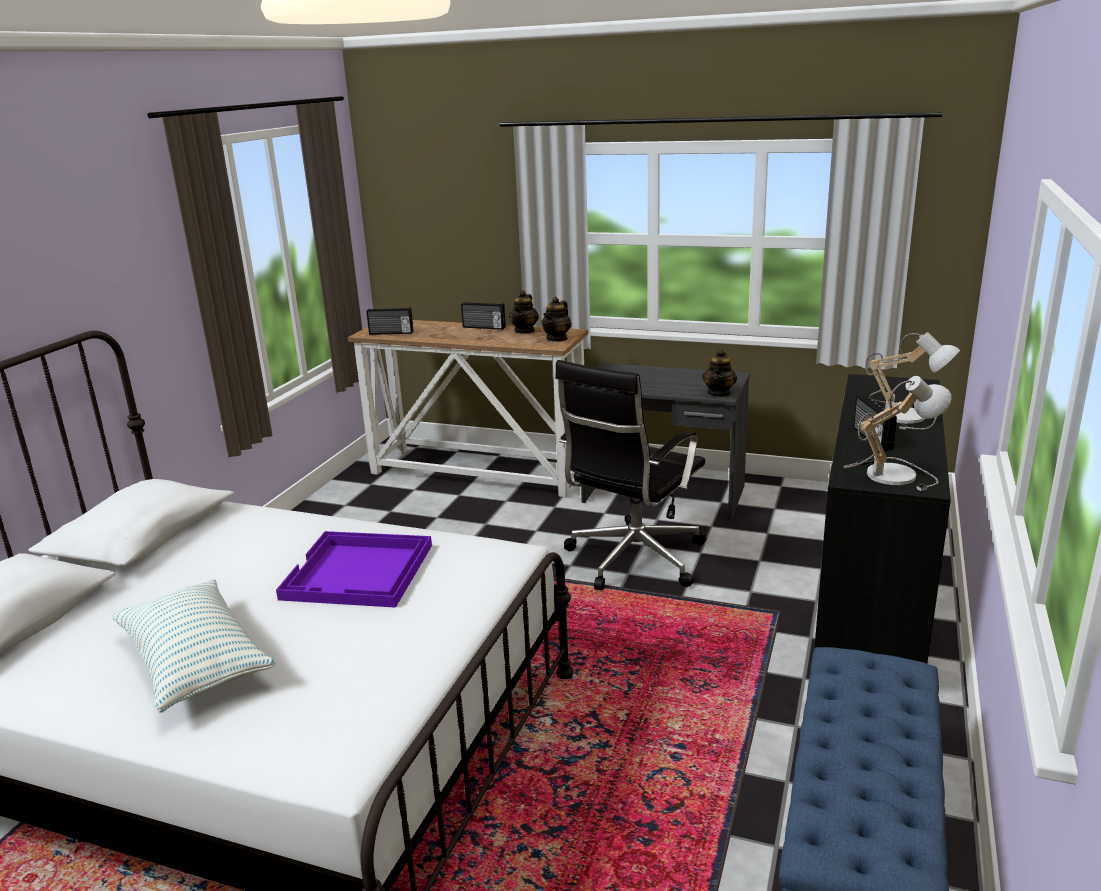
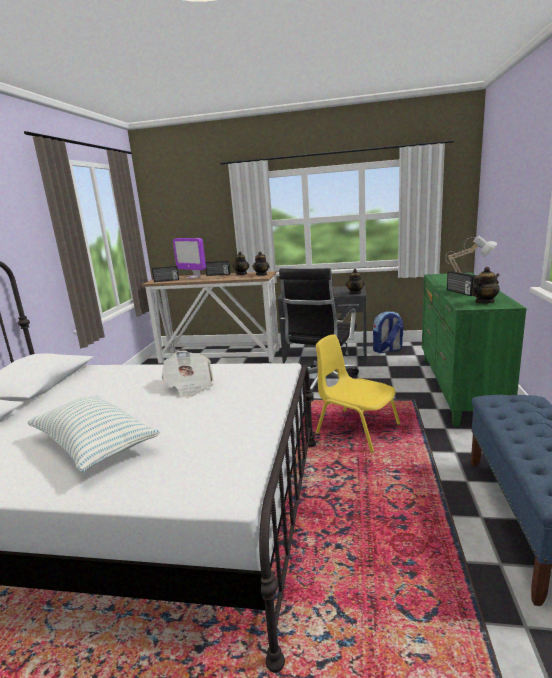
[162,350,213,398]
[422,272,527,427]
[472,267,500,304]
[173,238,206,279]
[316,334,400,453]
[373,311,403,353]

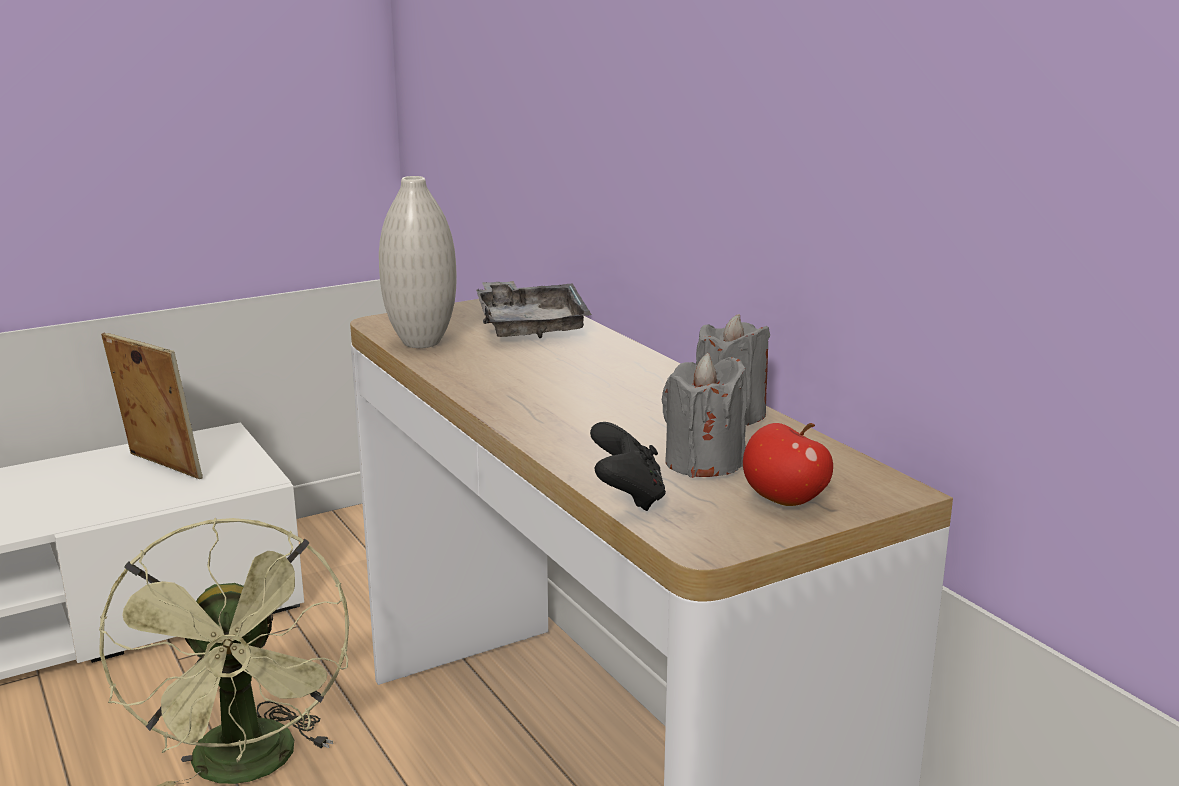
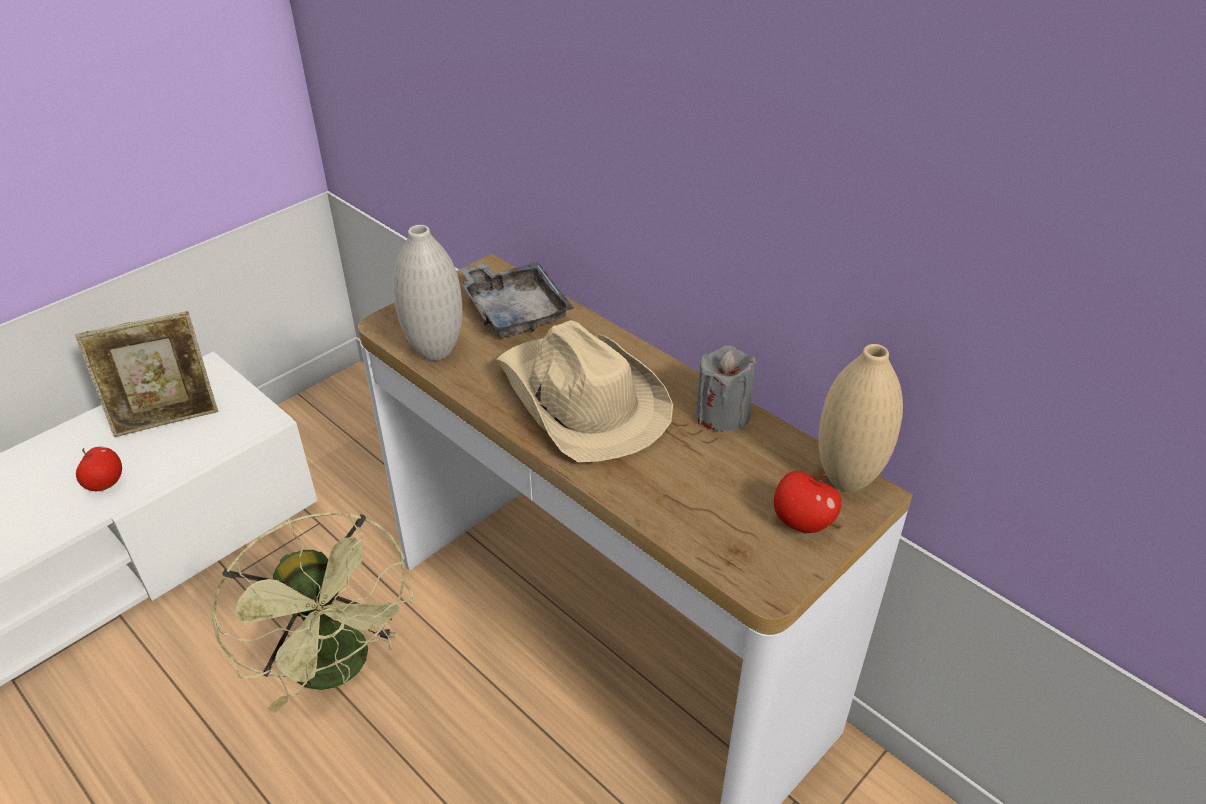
[75,311,219,437]
[590,422,666,511] (first image)
[662,353,747,478] (first image)
[76,447,122,491]
[496,320,673,462]
[818,344,903,492]

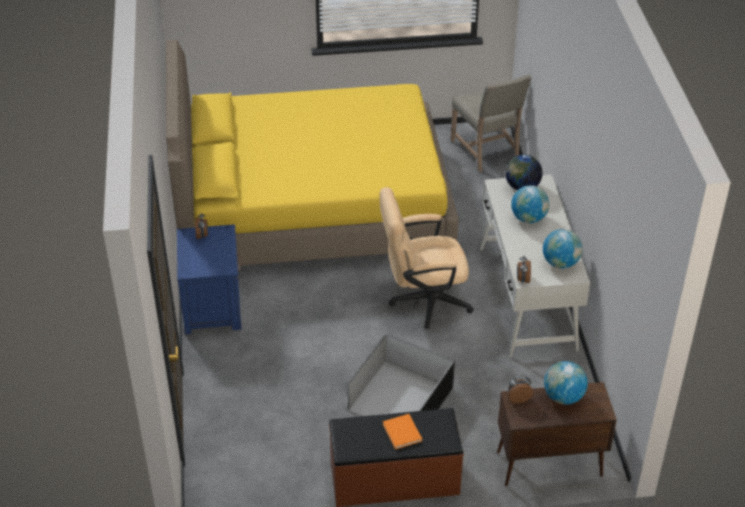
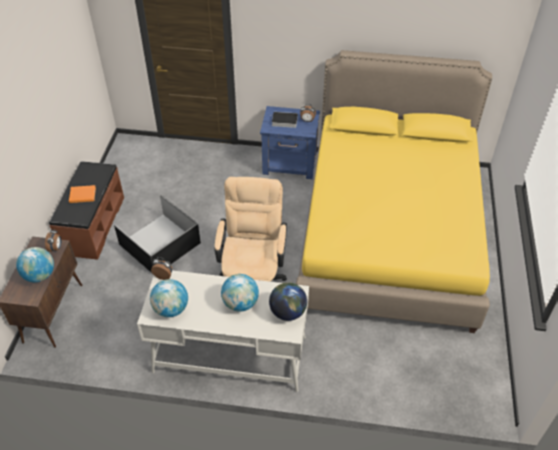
[451,75,531,172] (first image)
[272,112,298,128]

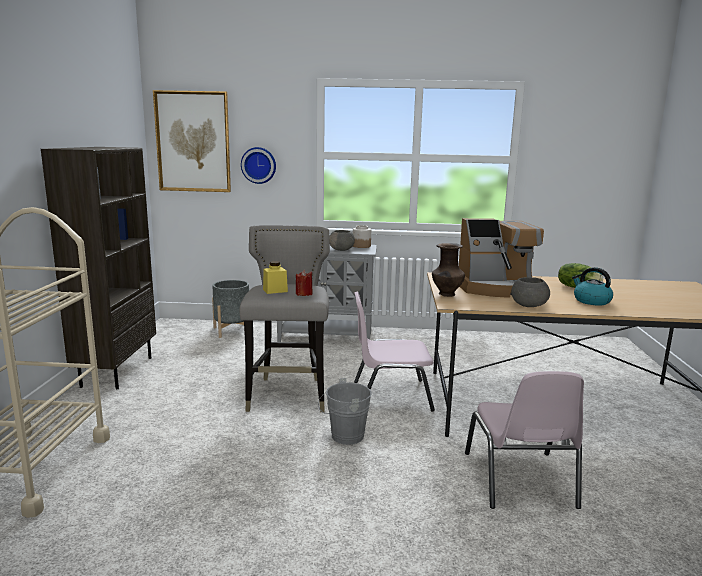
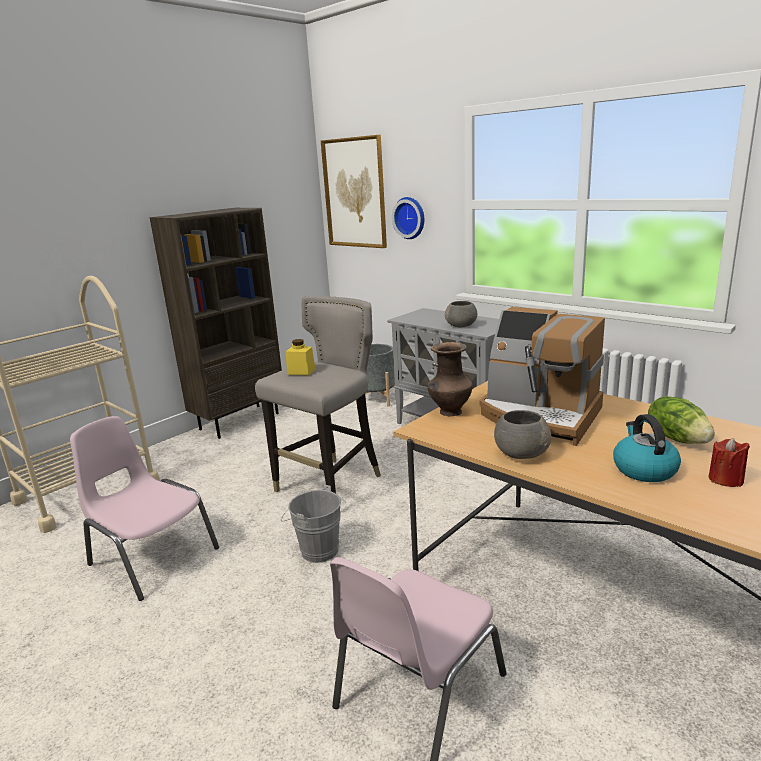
[708,438,750,487]
[353,225,371,248] (first image)
[70,416,219,601]

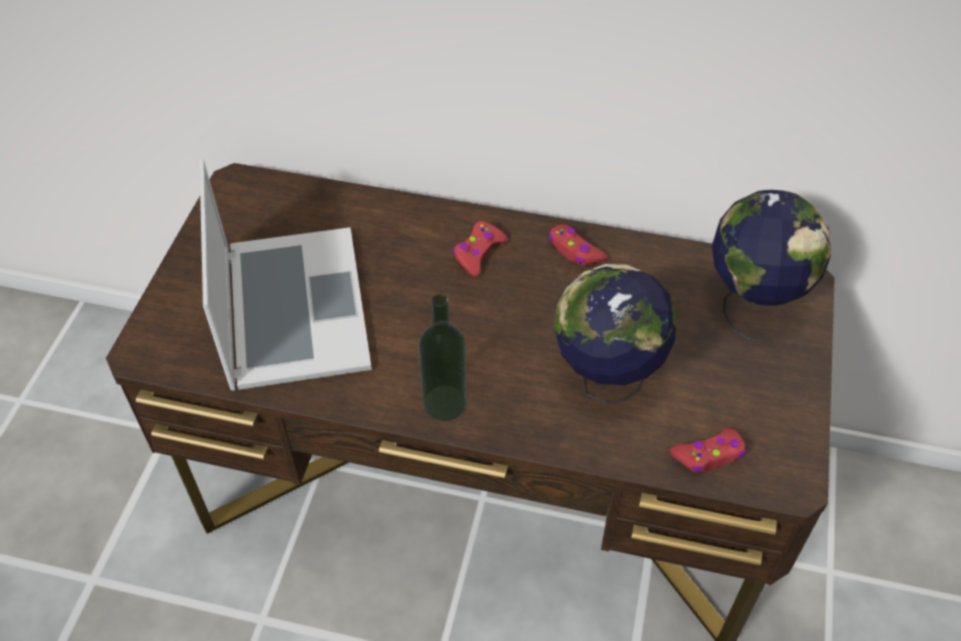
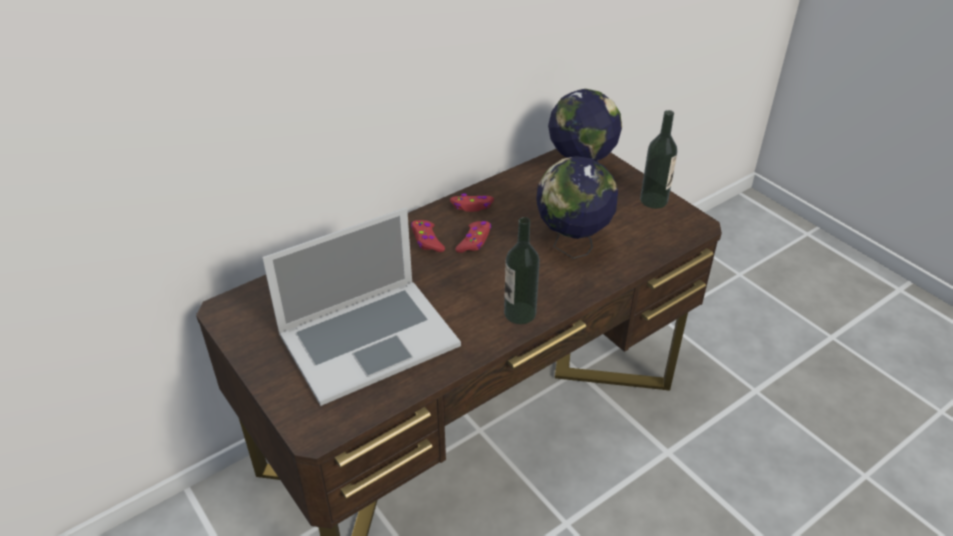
[262,208,461,406]
[455,221,491,253]
[640,110,677,209]

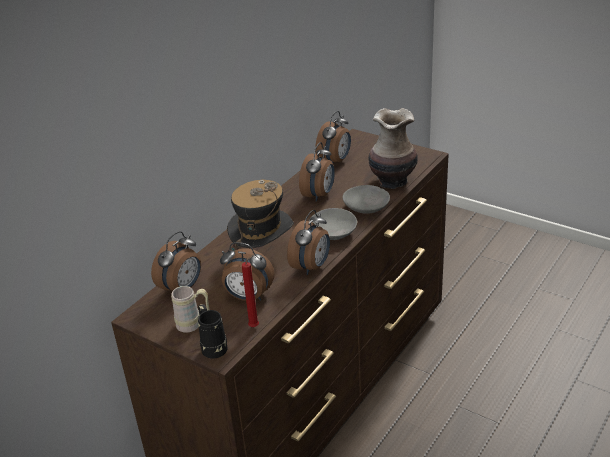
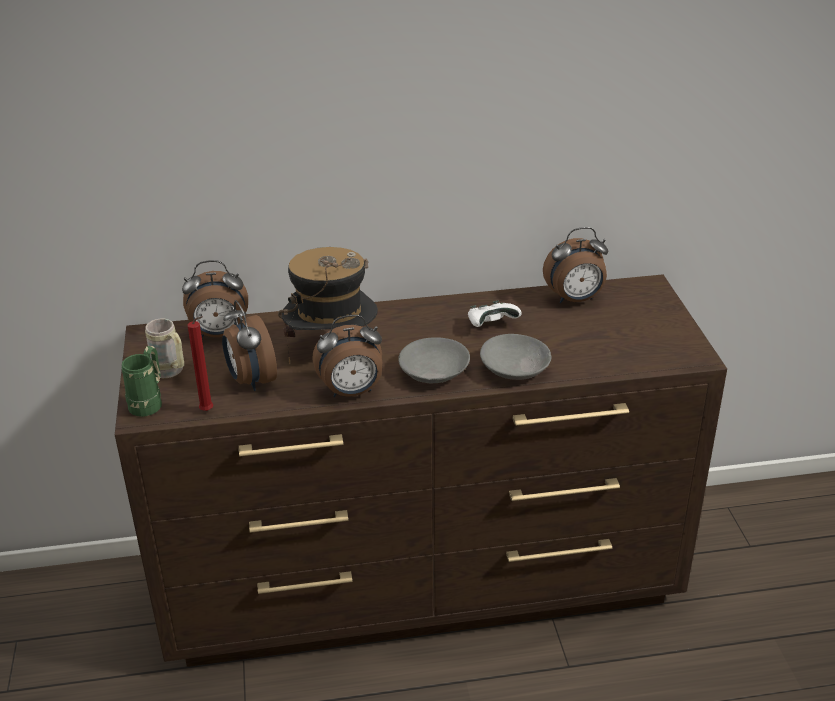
[122,346,162,417]
[468,301,522,327]
[368,108,418,189] (first image)

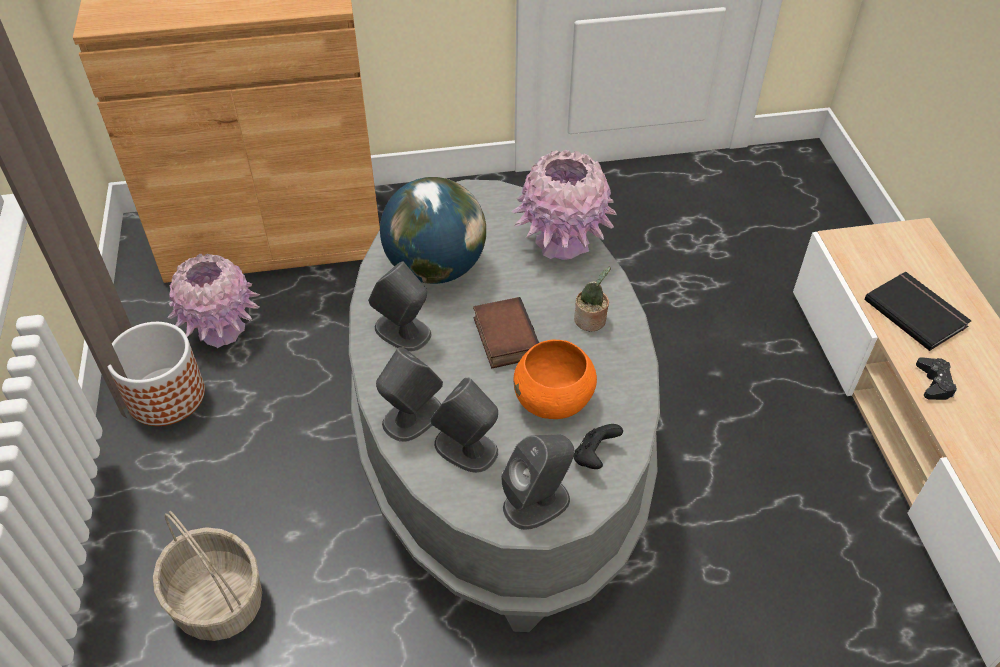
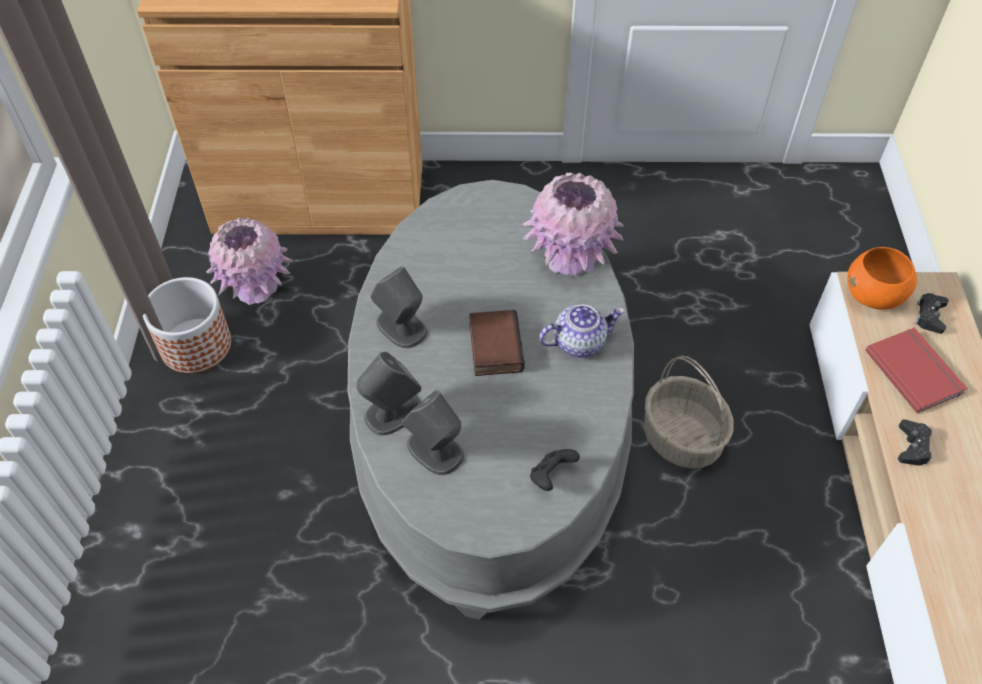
[644,356,734,468]
[380,177,486,284] (first image)
[501,435,574,530] (first image)
[847,247,917,310]
[539,304,625,358]
[866,328,968,413]
[915,293,949,334]

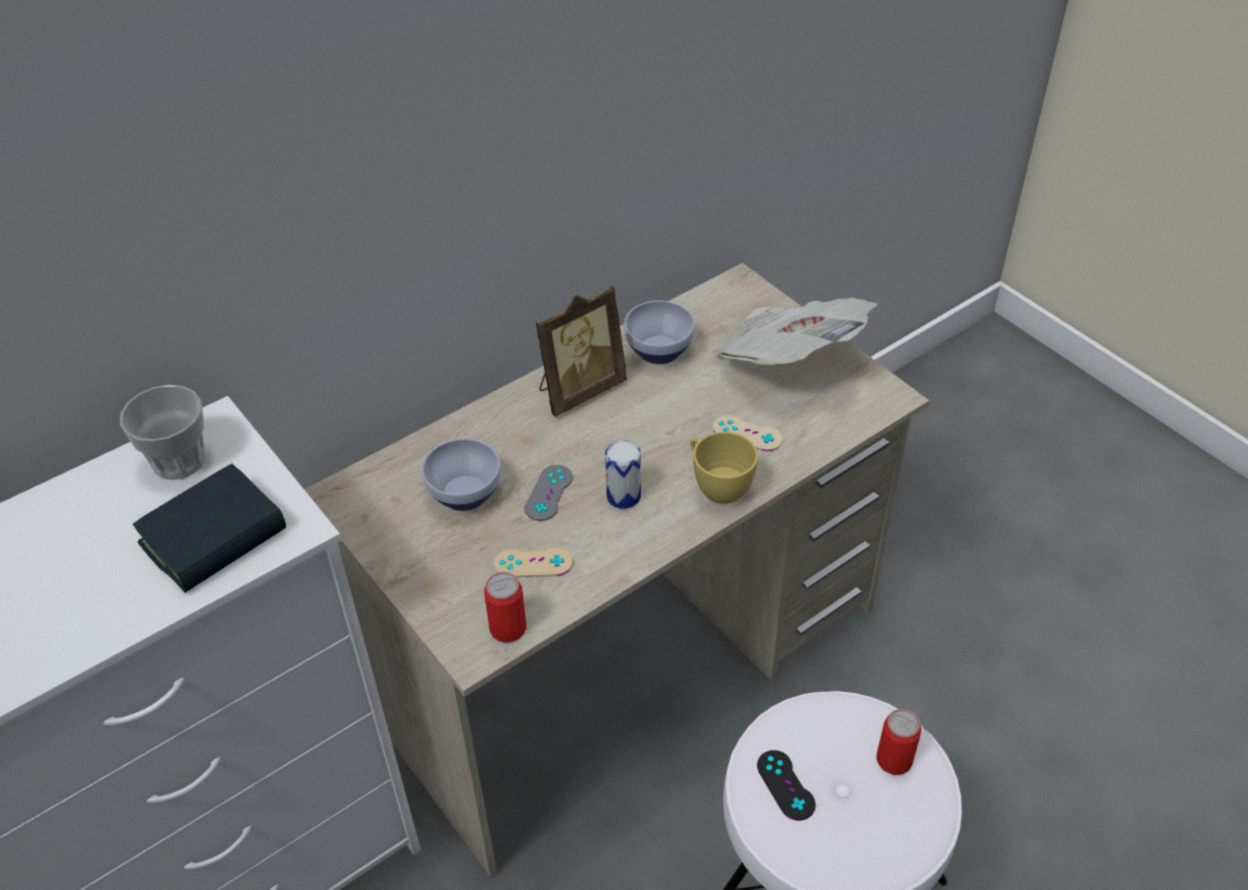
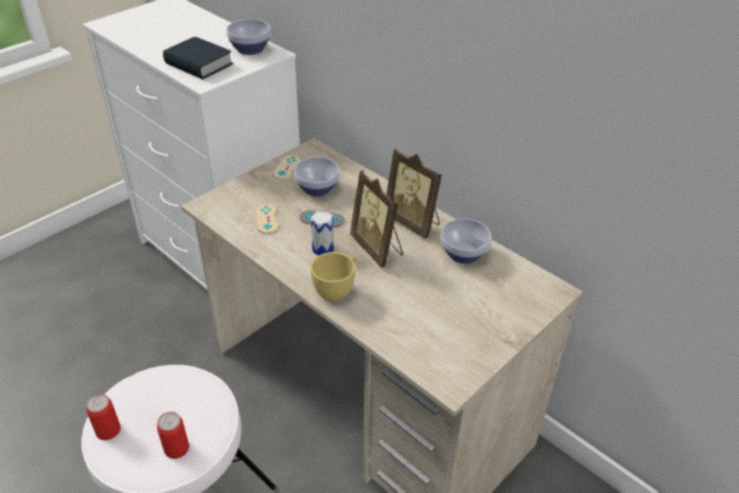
[226,19,271,55]
[86,394,121,440]
[712,297,877,365] (first image)
[273,155,301,180]
[757,750,816,821] (first image)
[350,170,403,268]

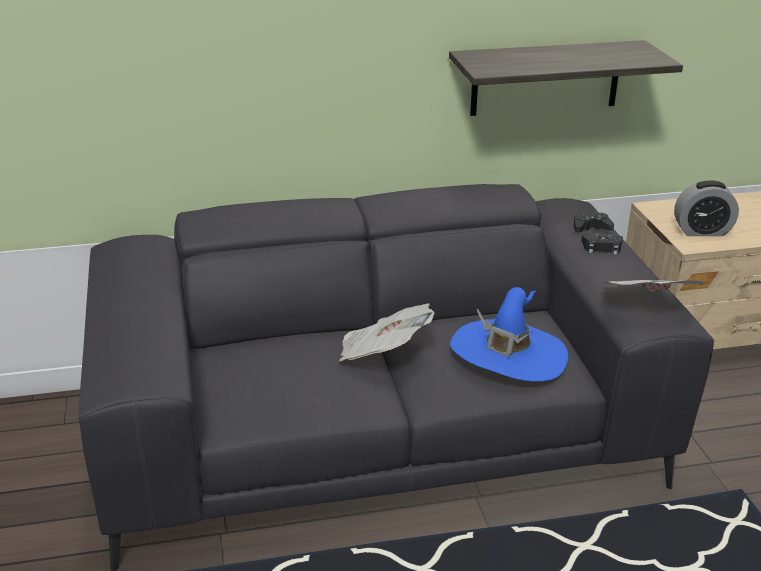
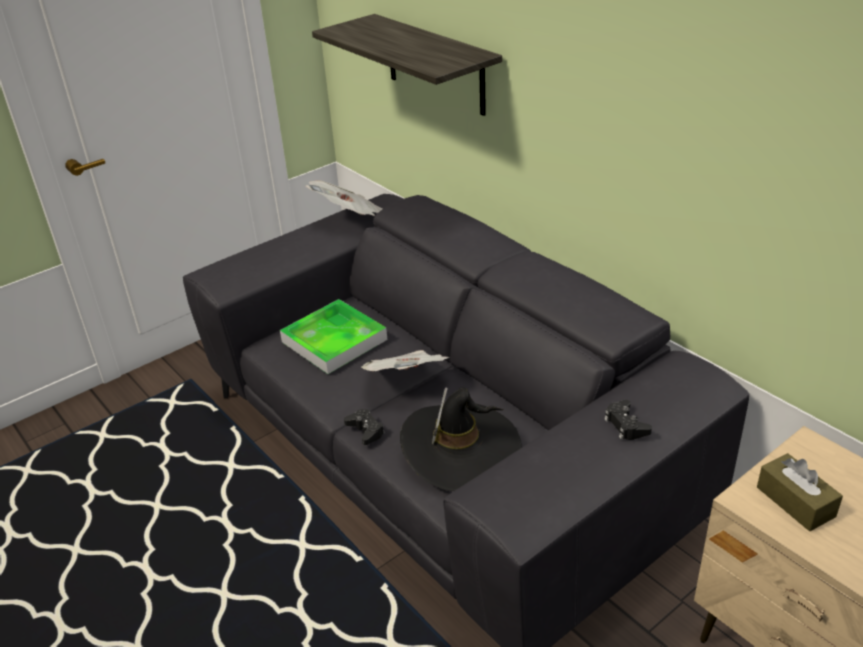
[312,14,502,116]
[400,387,522,491]
[344,409,385,445]
[306,181,382,216]
[757,453,843,531]
[280,299,387,374]

